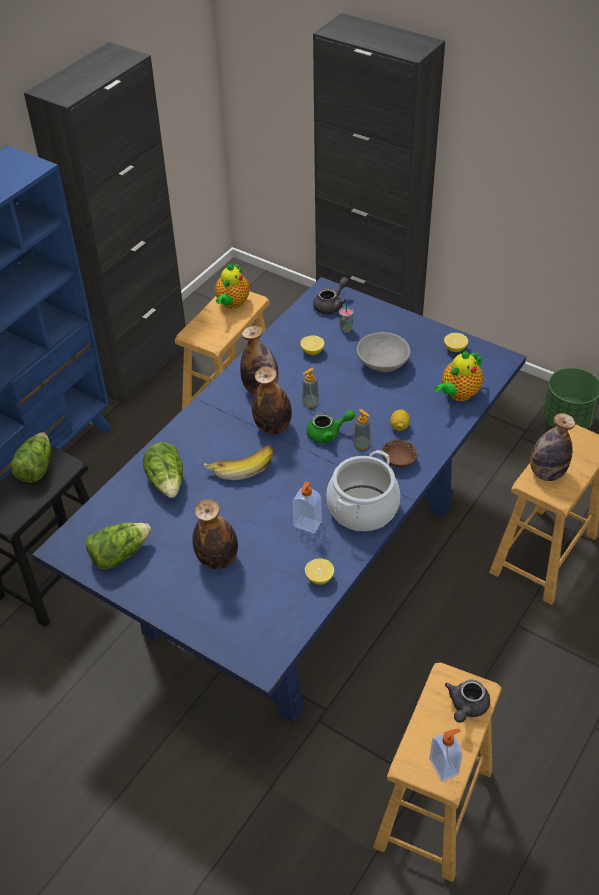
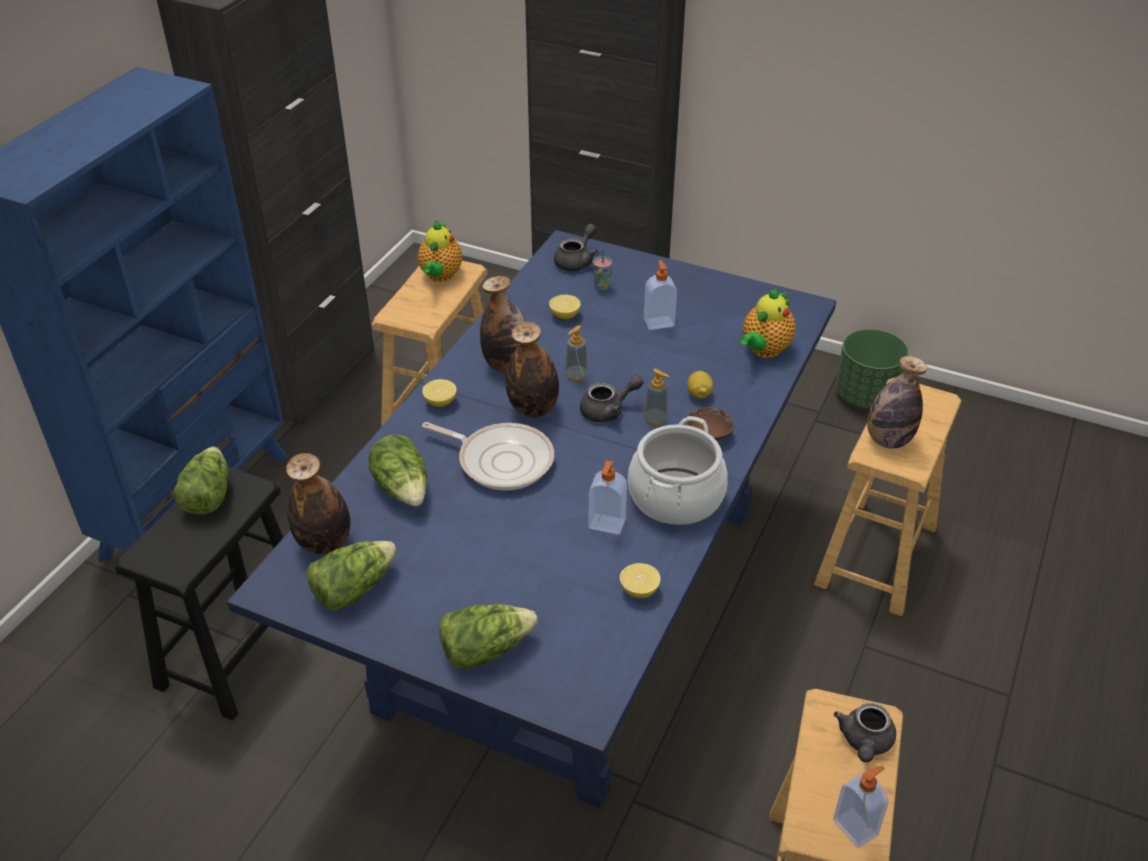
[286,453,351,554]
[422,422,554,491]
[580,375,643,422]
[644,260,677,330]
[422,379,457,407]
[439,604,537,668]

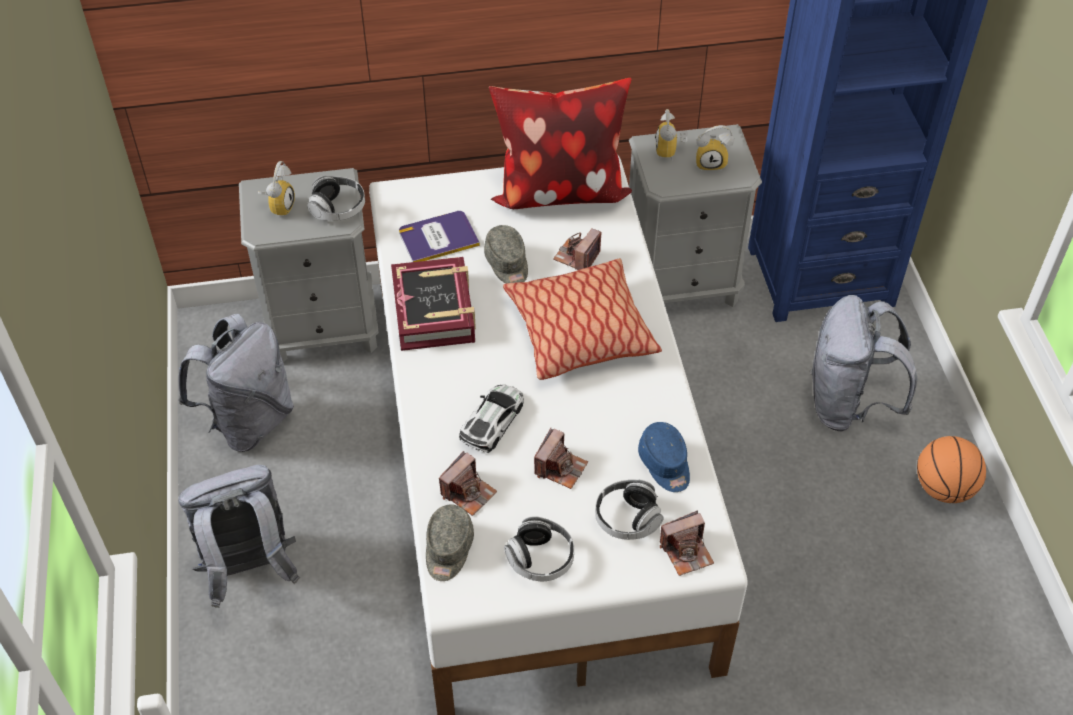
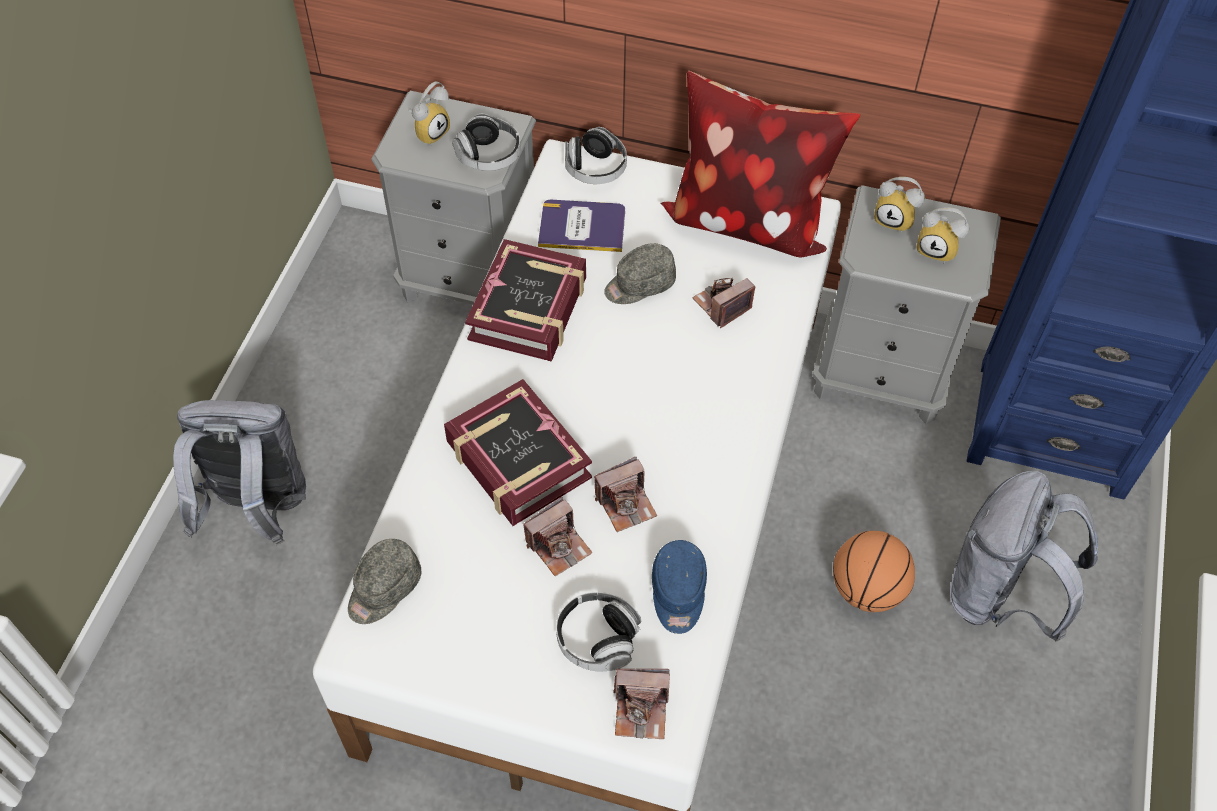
[178,314,294,452] (first image)
[594,457,657,532]
[444,379,592,526]
[604,243,676,304]
[503,258,662,380] (first image)
[565,127,627,184]
[874,177,925,233]
[833,531,915,612]

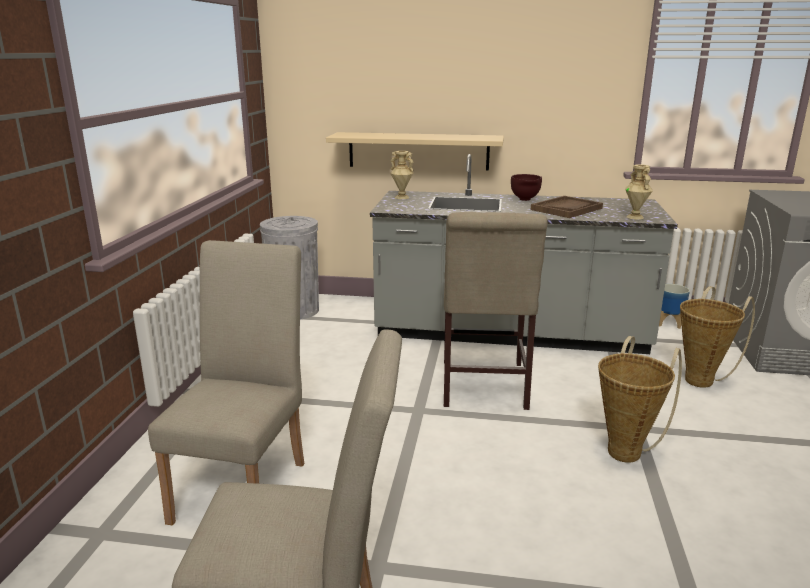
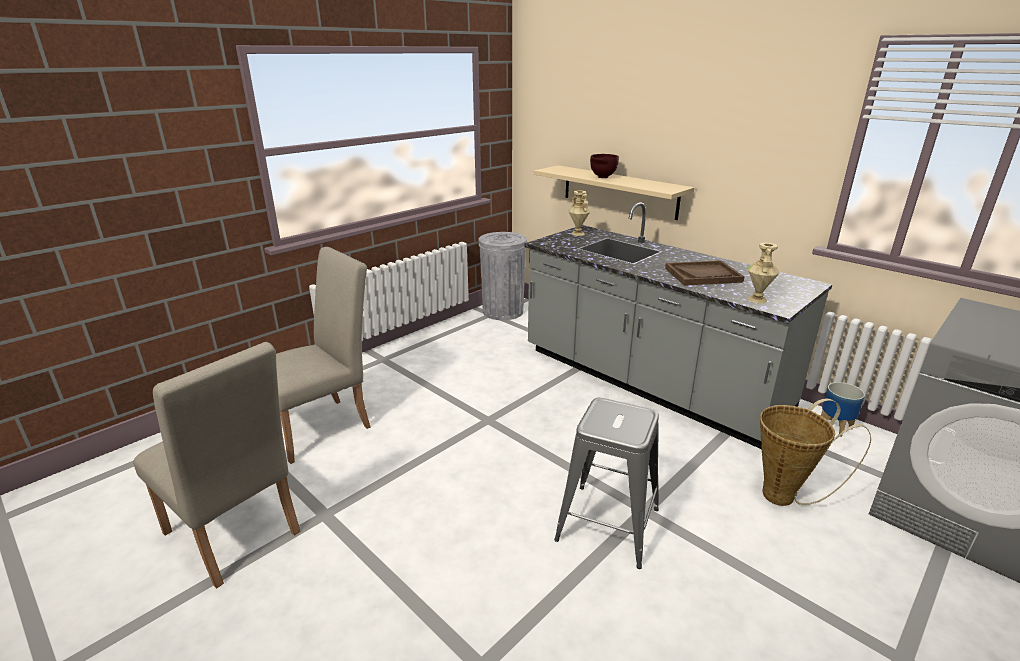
[444,212,548,410] (first image)
[590,154,619,178]
[554,398,659,569]

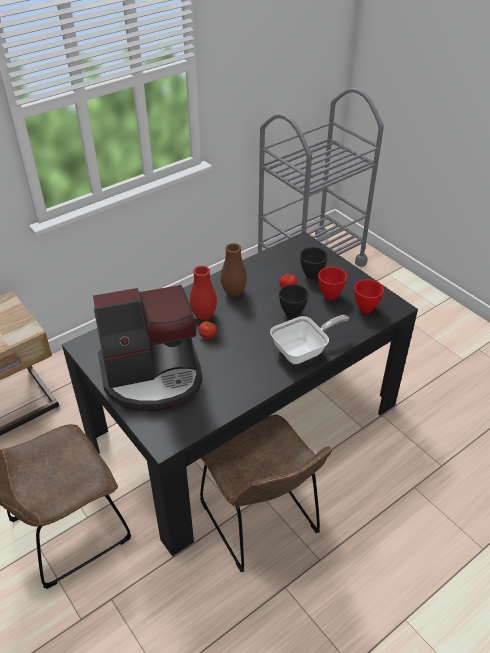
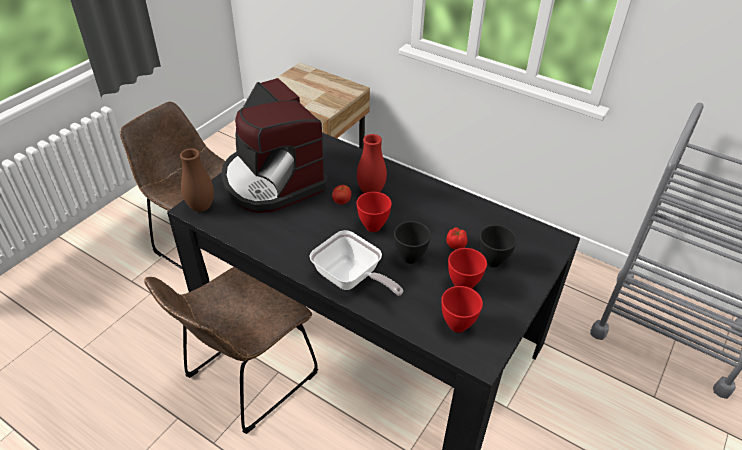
[180,148,214,212]
[356,192,392,232]

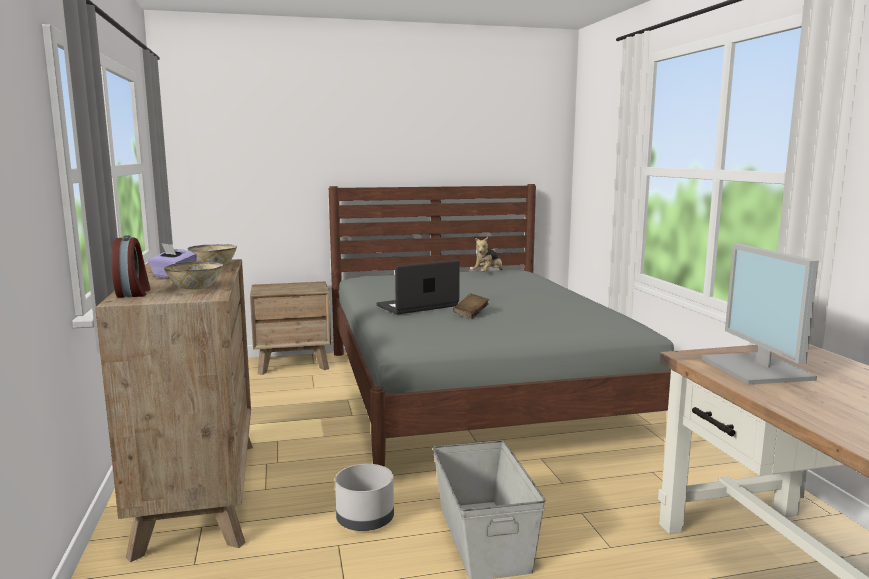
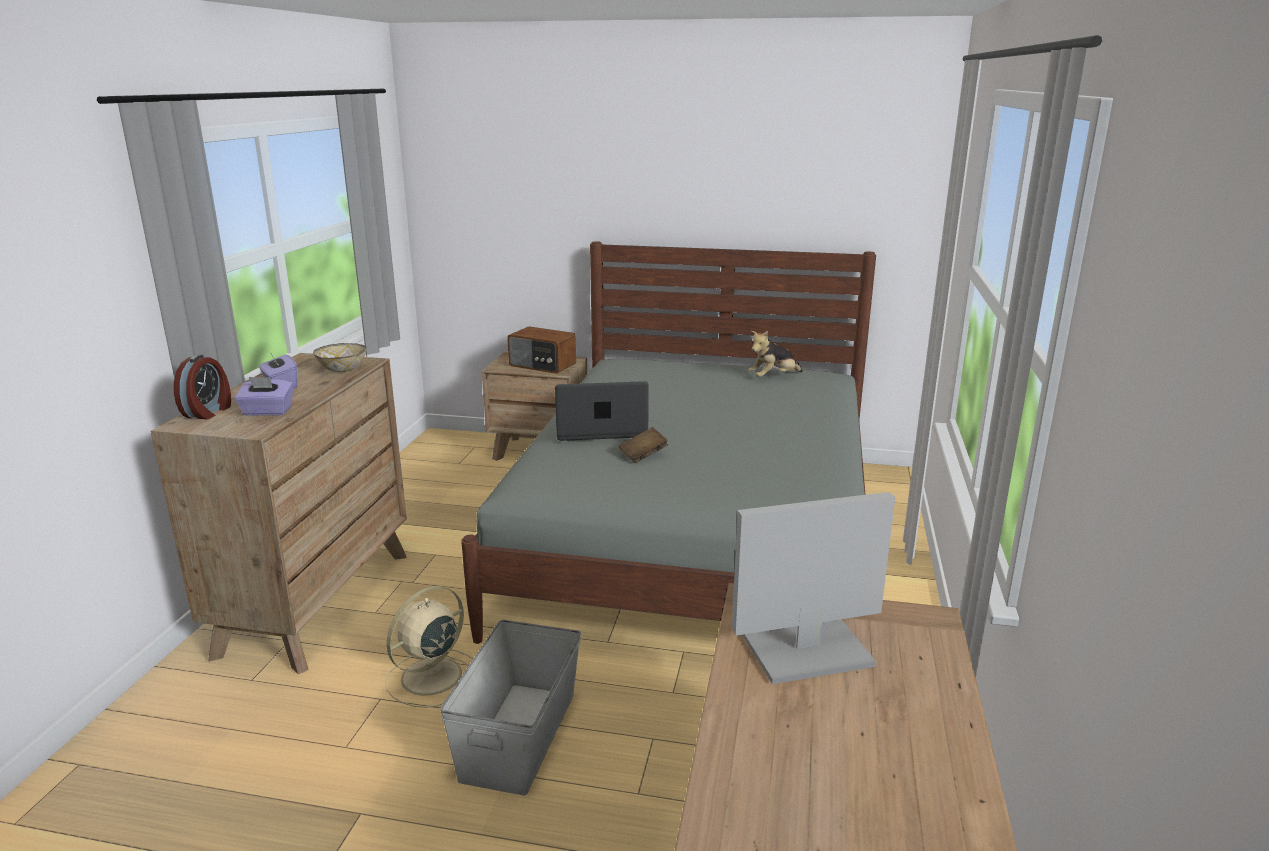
[235,377,294,416]
[385,586,474,708]
[732,492,895,684]
[507,327,576,374]

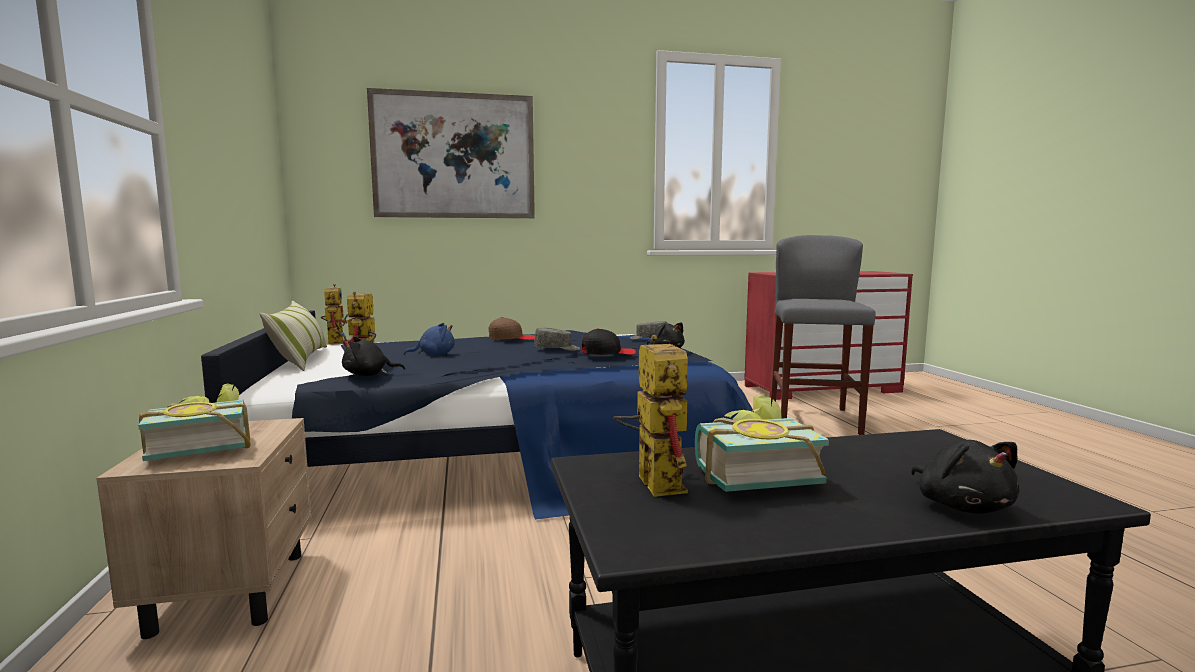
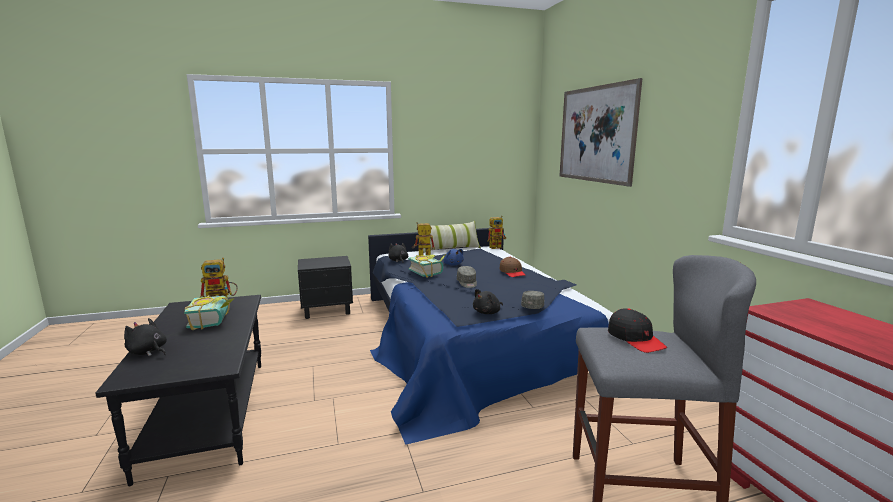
[298,256,353,319]
[408,254,446,278]
[608,308,667,353]
[124,318,167,356]

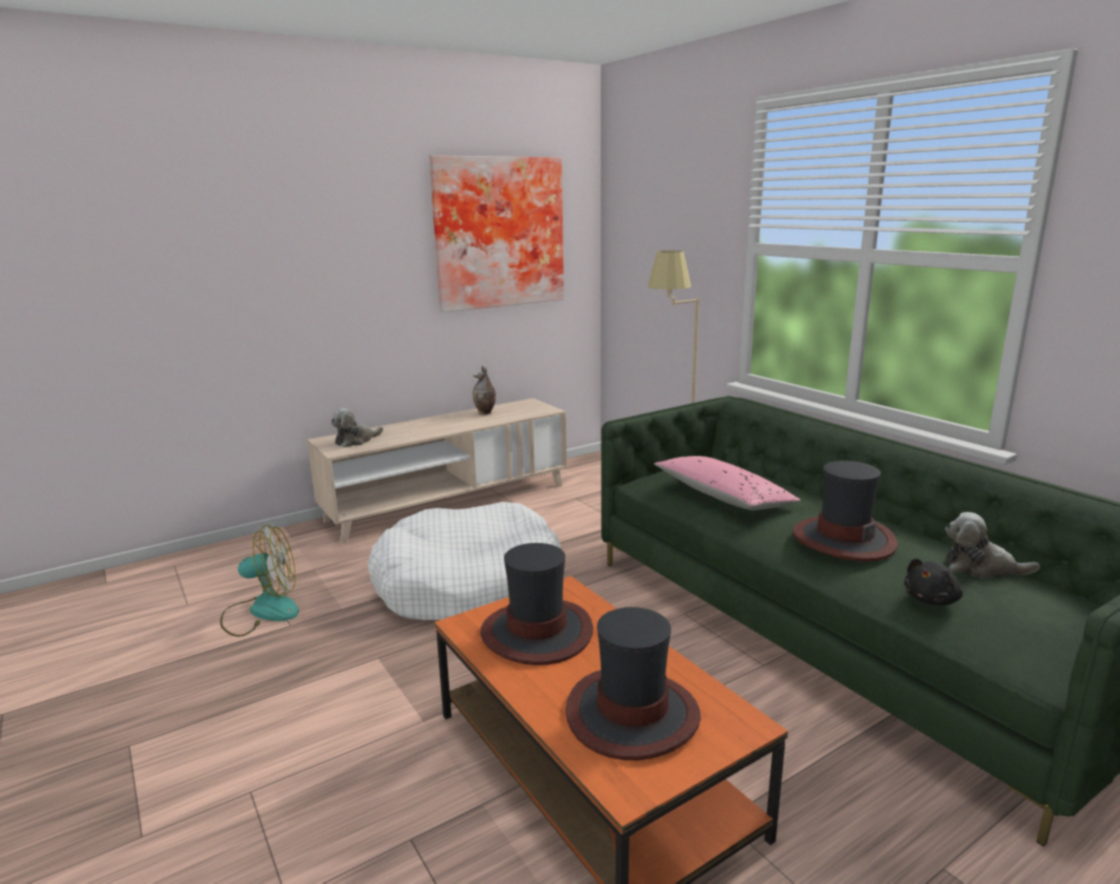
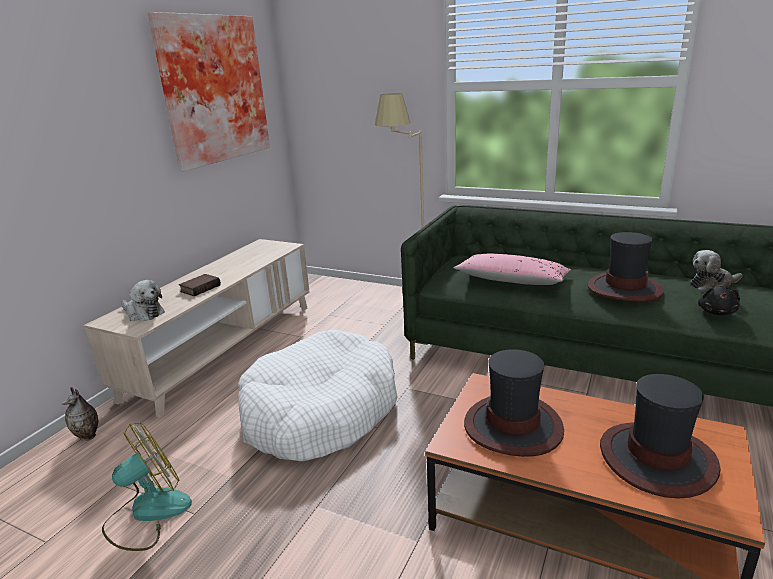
[122,280,165,321]
[62,387,98,441]
[179,274,221,296]

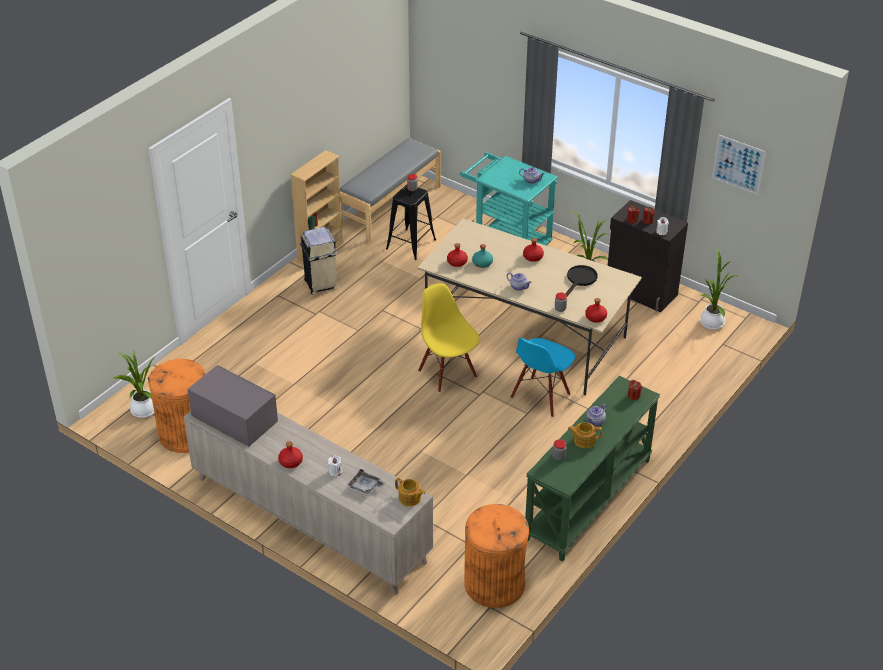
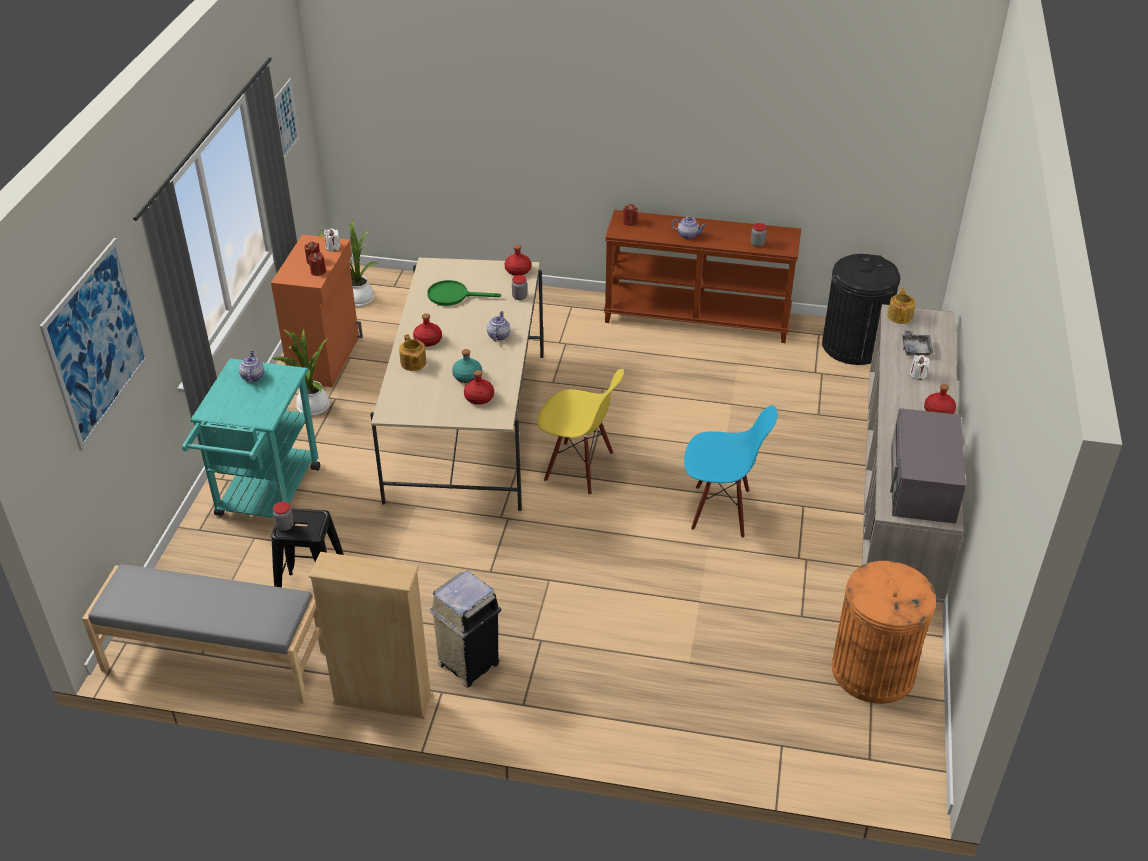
[114,349,155,418] (first image)
[537,369,624,495]
[822,254,900,365]
[684,405,778,538]
[604,210,801,343]
[427,280,501,306]
[399,334,427,371]
[271,235,363,387]
[40,238,148,451]

